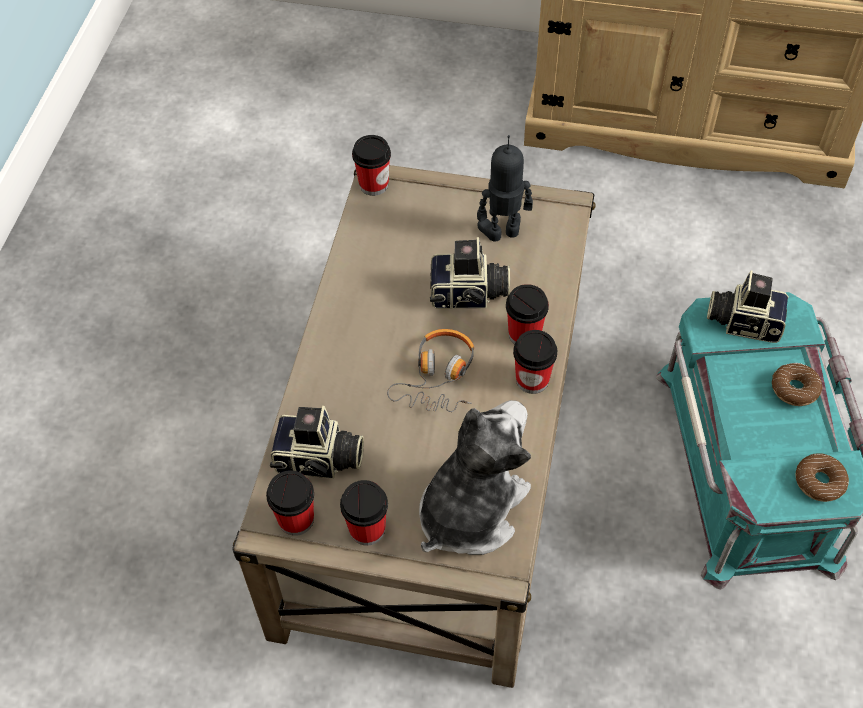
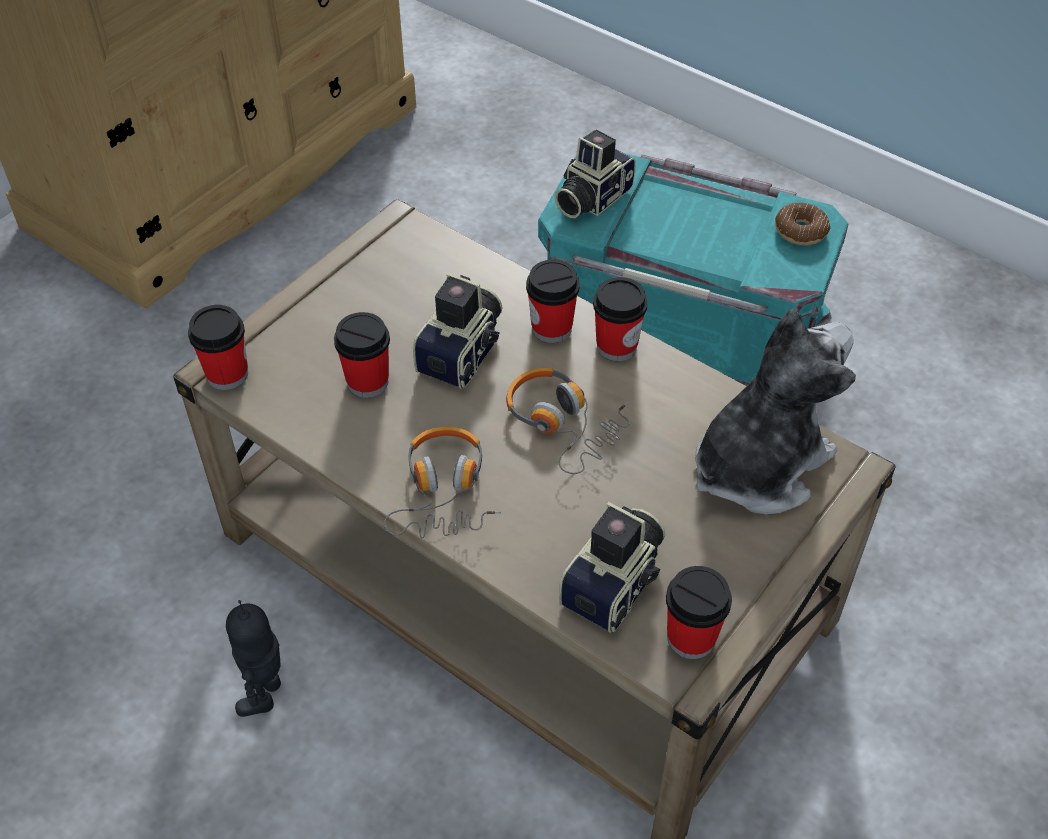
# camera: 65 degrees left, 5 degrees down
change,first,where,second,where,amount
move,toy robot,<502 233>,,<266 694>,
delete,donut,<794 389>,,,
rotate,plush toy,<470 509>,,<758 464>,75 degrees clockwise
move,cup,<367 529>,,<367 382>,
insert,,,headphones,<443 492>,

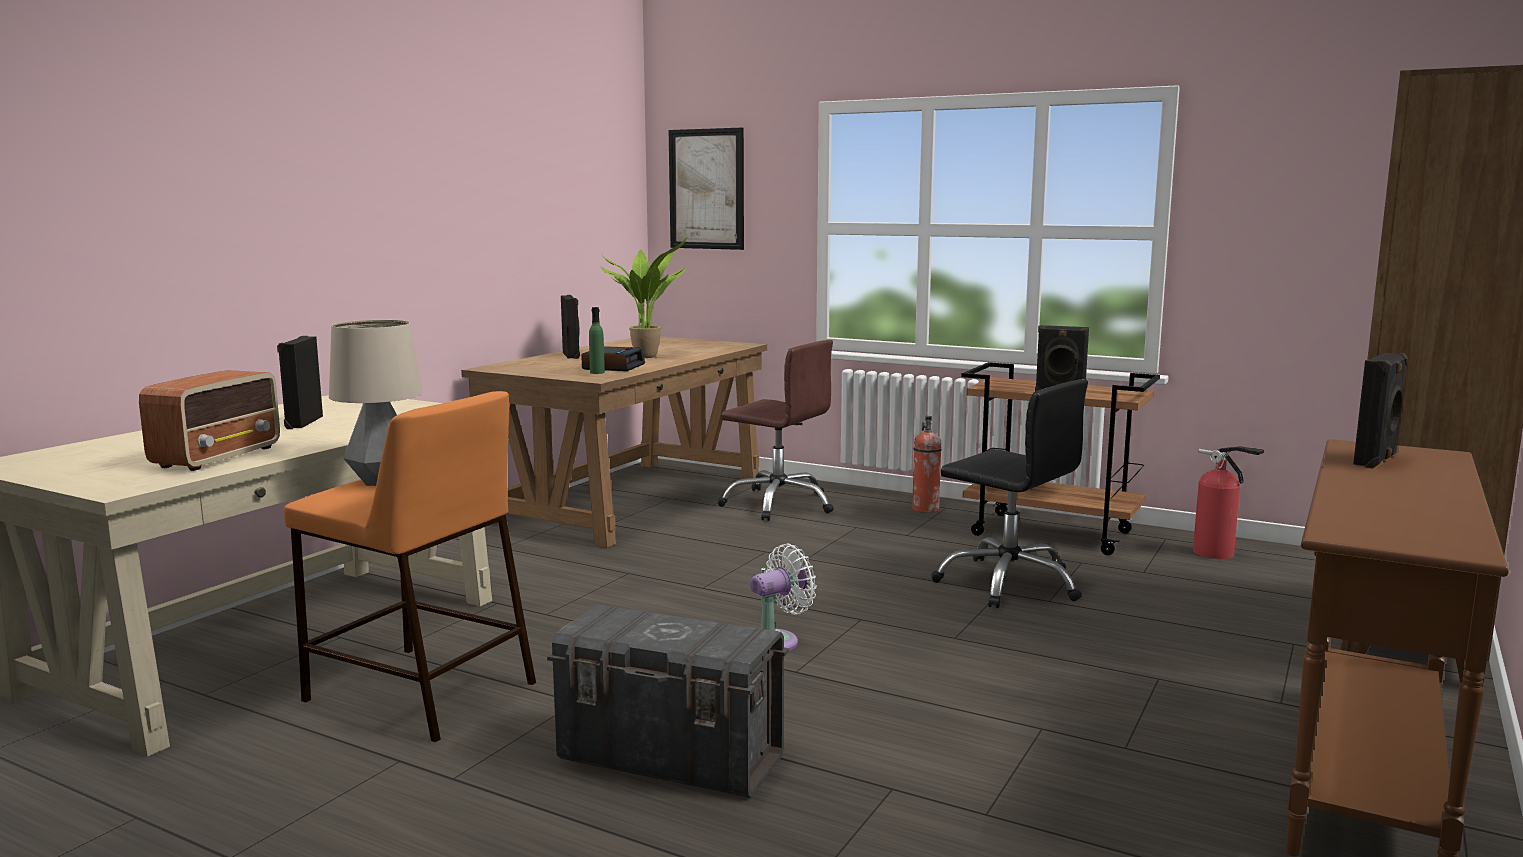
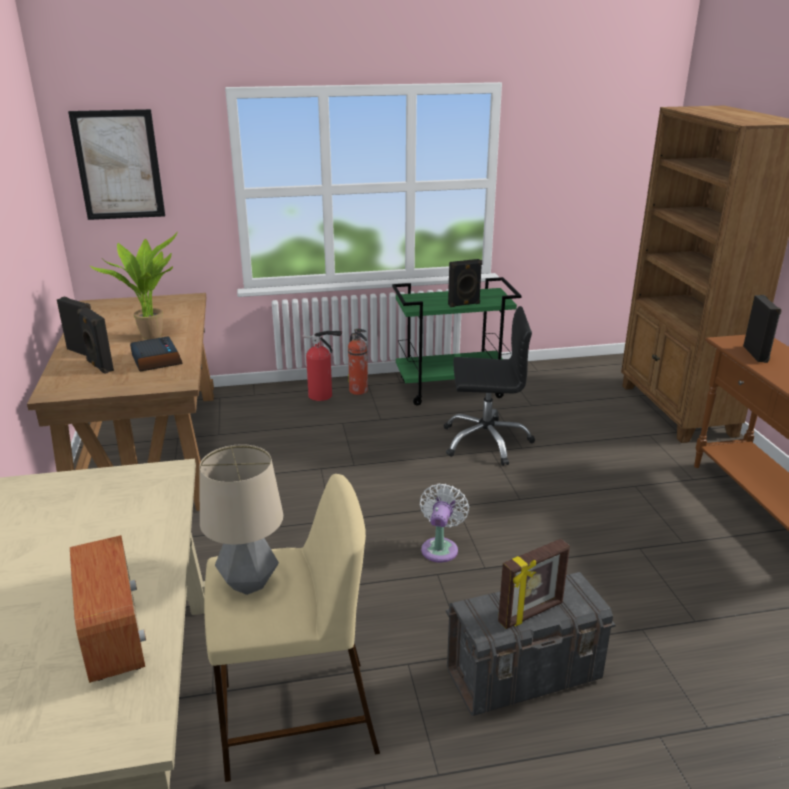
# camera: 40 degrees left, 15 degrees up
change,first,where,second,where,amount
delete,bottle (green),<597 372>,,,
move,speaker (black),<302 422>,,<99 366>,
delete,office chair (brown),<779 504>,,,
recolor,cart (brown),<1053 533>,cart (green),<452 389>,
recolor,stool (orange),<417 691>,stool (beige),<295 718>,
move,fire extinguisher,<1217 554>,,<323 396>,
insert,,,picture frame,<531 613>,

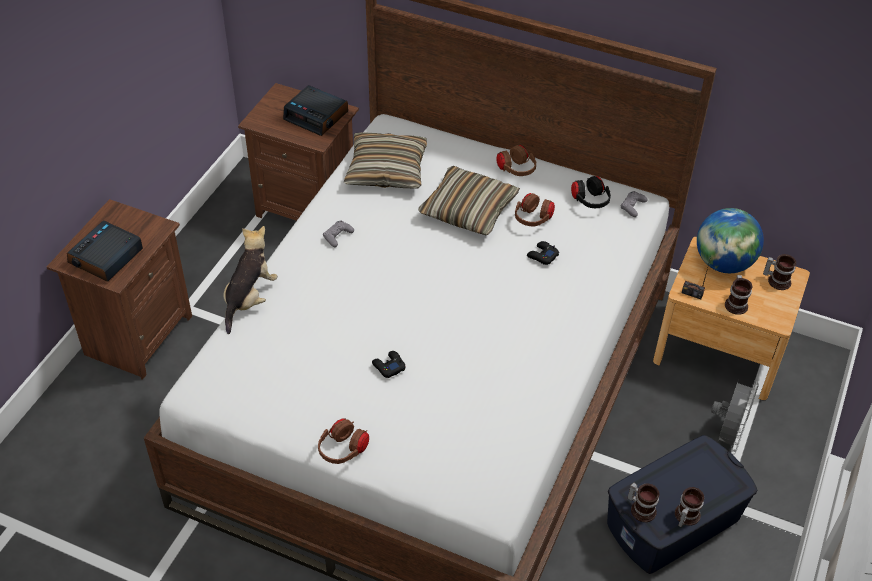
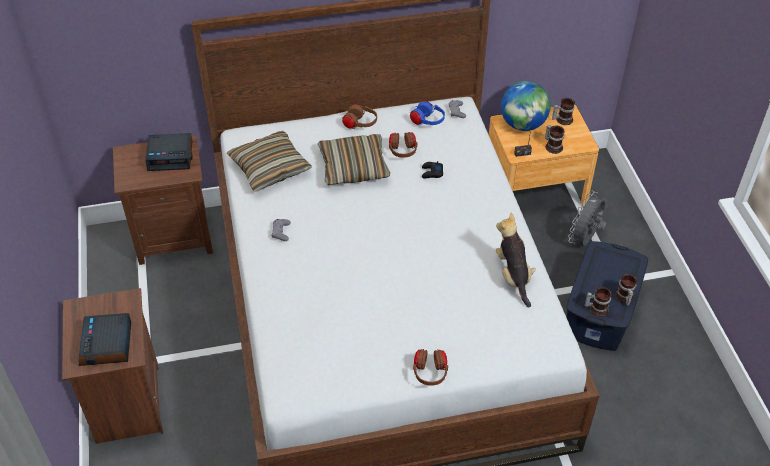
# camera: 35 degrees left, 0 degrees up
change,first,where,second,where,amount
recolor,headphones (black),<590 201>,headphones (blue),<427 122>,
move,plush toy,<249 299>,,<513 276>,
delete,game controller (black),<388 366>,,,
rotate,fan (grey),<726 436>,,<585 239>,135 degrees counterclockwise

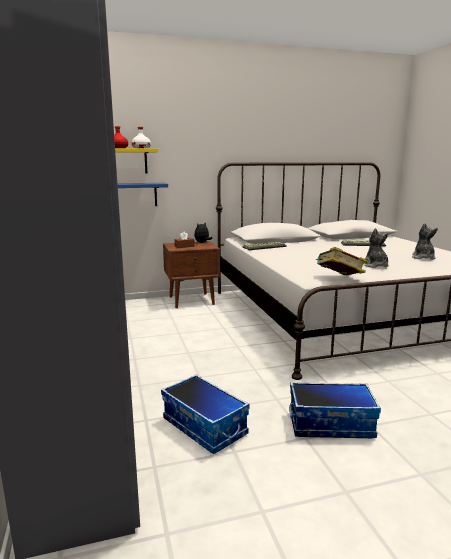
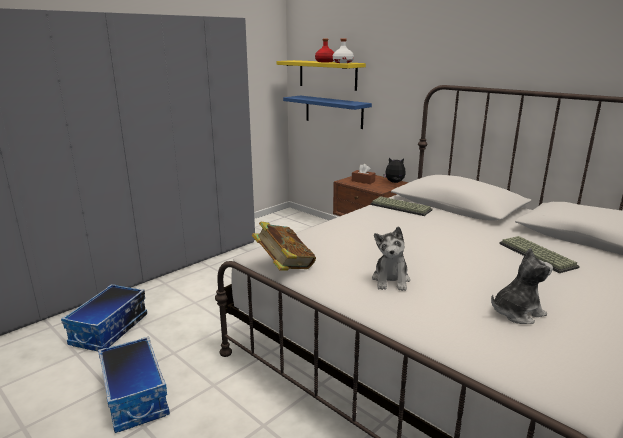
# camera: 60 degrees right, 5 degrees up
change,first,where,second,where,amount
rotate,plush toy,<375 265>,,<391 280>,135 degrees clockwise

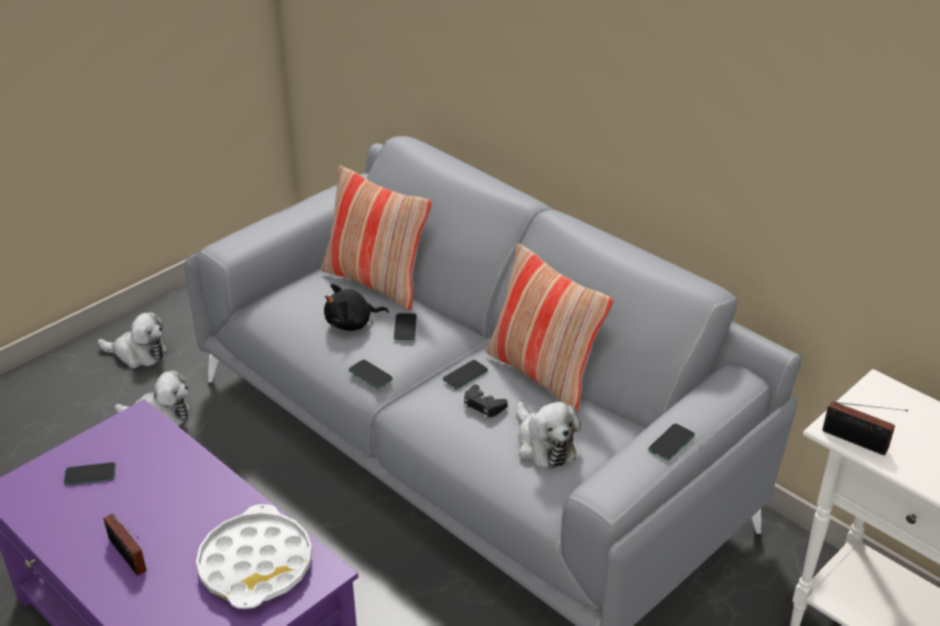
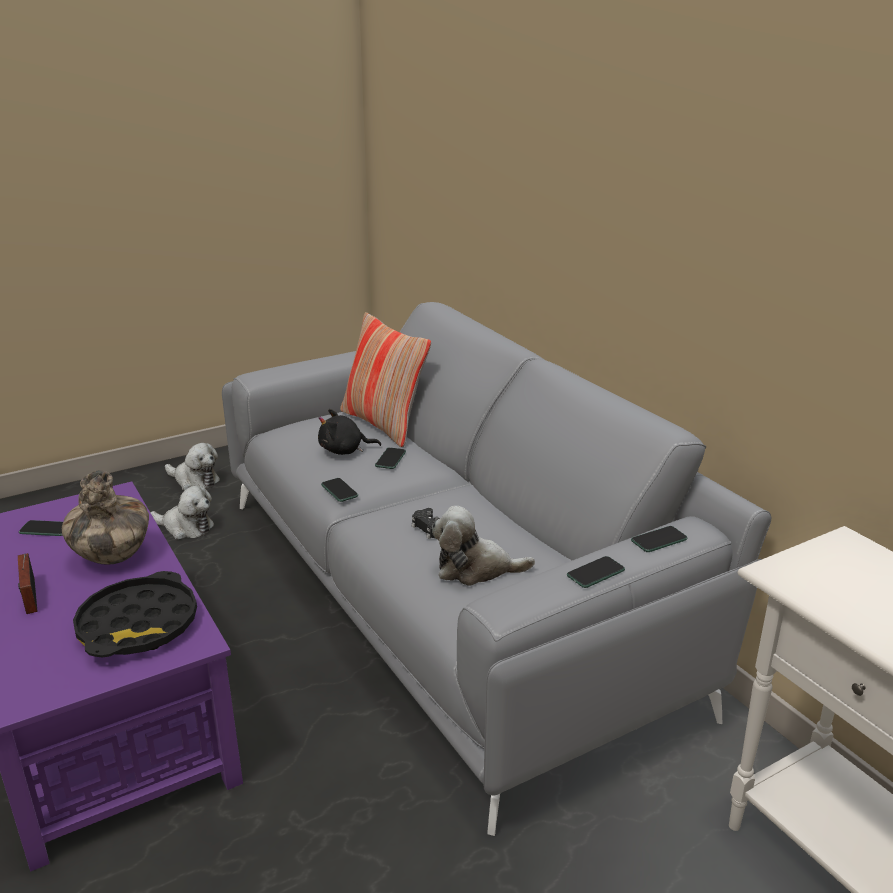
# camera: 15 degrees right, 10 degrees down
change,first,where,second,where,amount
delete,pillow,<543 374>,,,
move,phone,<465 375>,,<659 540>,
delete,radio,<858 442>,,,
rotate,plush toy,<543 444>,,<475 569>,105 degrees clockwise
recolor,tray (white),<256 565>,tray (black),<138 625>,
insert,,,vase,<113 557>,

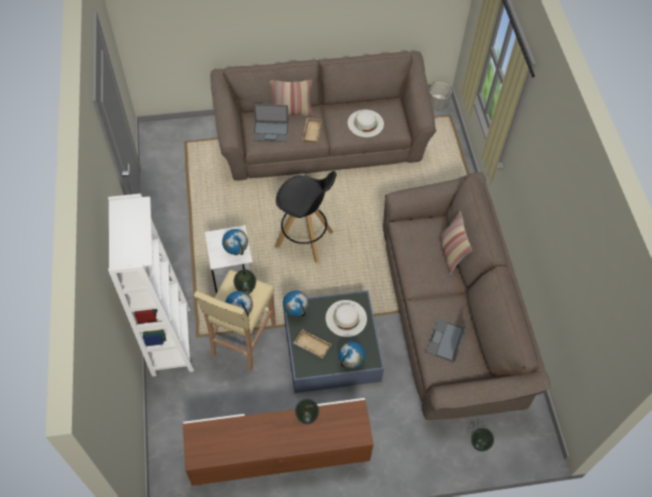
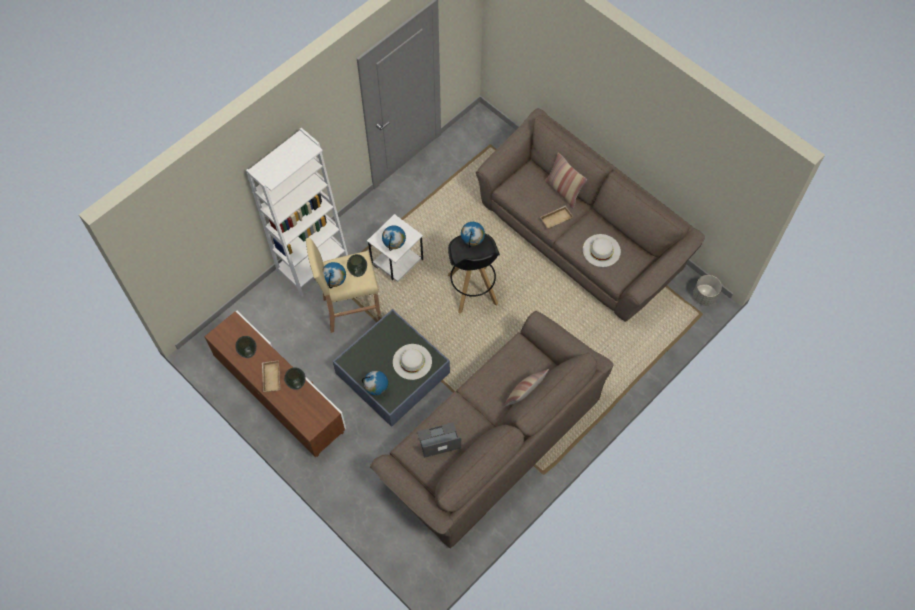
# camera: 55 degrees right, 5 degrees up
change,first,where,second,where,amount
delete,laptop,<271 131>,,,
move,globe,<296 312>,,<472 243>,
move,tray (beige),<311 346>,,<270 377>,
move,vase,<478 445>,,<248 353>,

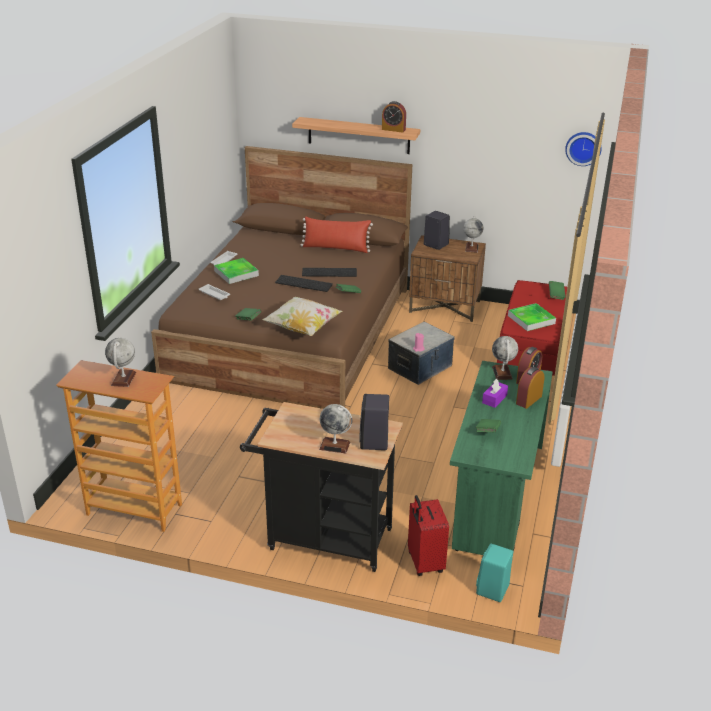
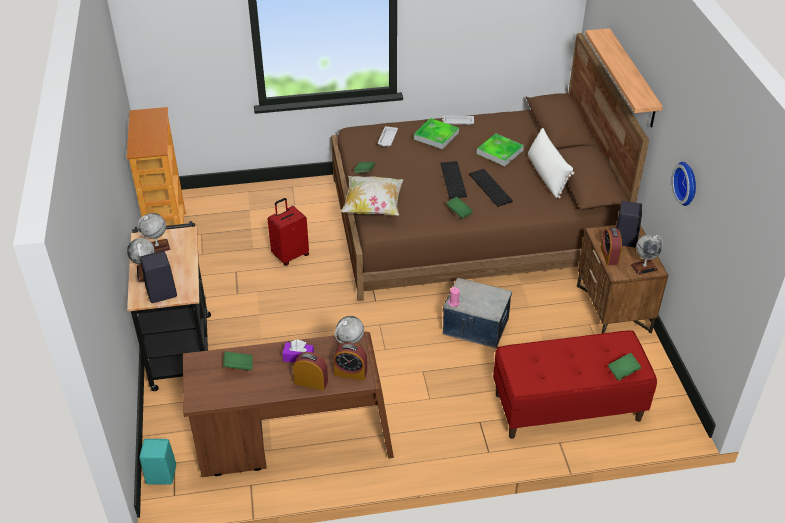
# camera: 65 degrees right, 10 degrees up
change,first,where,second,where,amount
move,alarm clock,<393 129>,,<609 256>,
move,wall clock,<583 148>,,<687 183>,
recolor,pillow (red),<336 248>,pillow (white),<546 175>,
move,tray,<531 319>,,<499 152>,
move,globe,<123 379>,,<157 247>,
recolor,desk (green),<495 495>,desk (brown),<294 442>,
move,suitcase (red),<424 563>,,<290 255>,

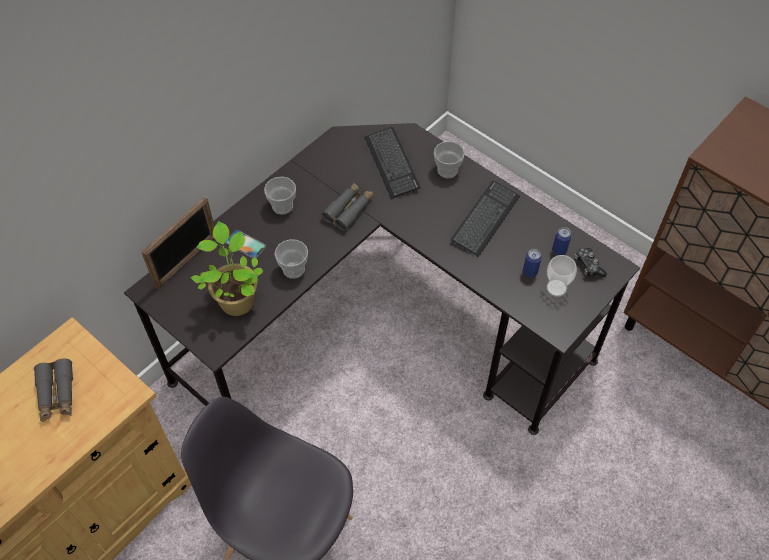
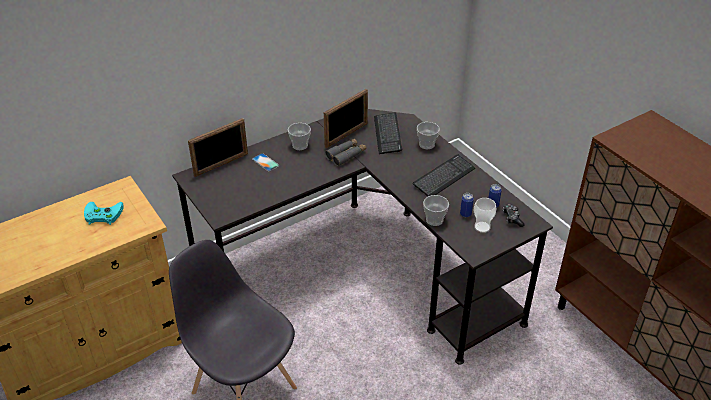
# camera: 15 degrees right, 15 degrees down
change,first,where,second,where,amount
delete,potted plant,<236 299>,,,
move,cup,<293 269>,,<434 220>,
replace,binoculars (grey),<57 394>,game controller (turquoise),<102 215>,
insert,,,picture frame,<346 135>,

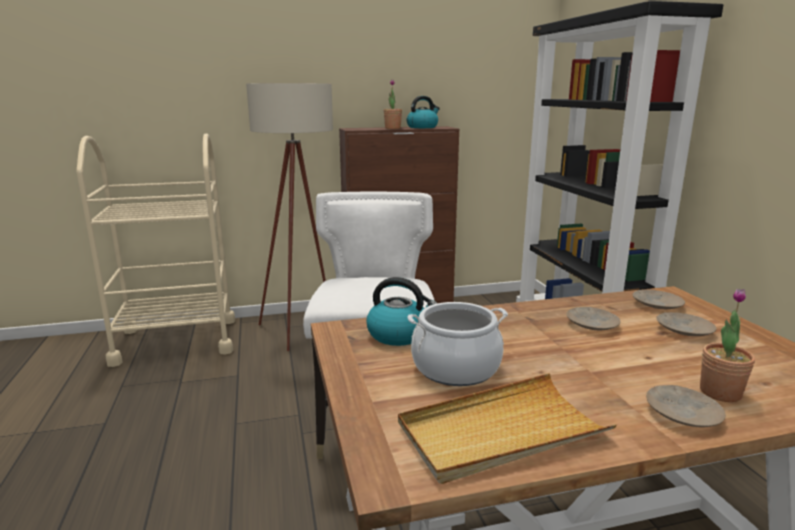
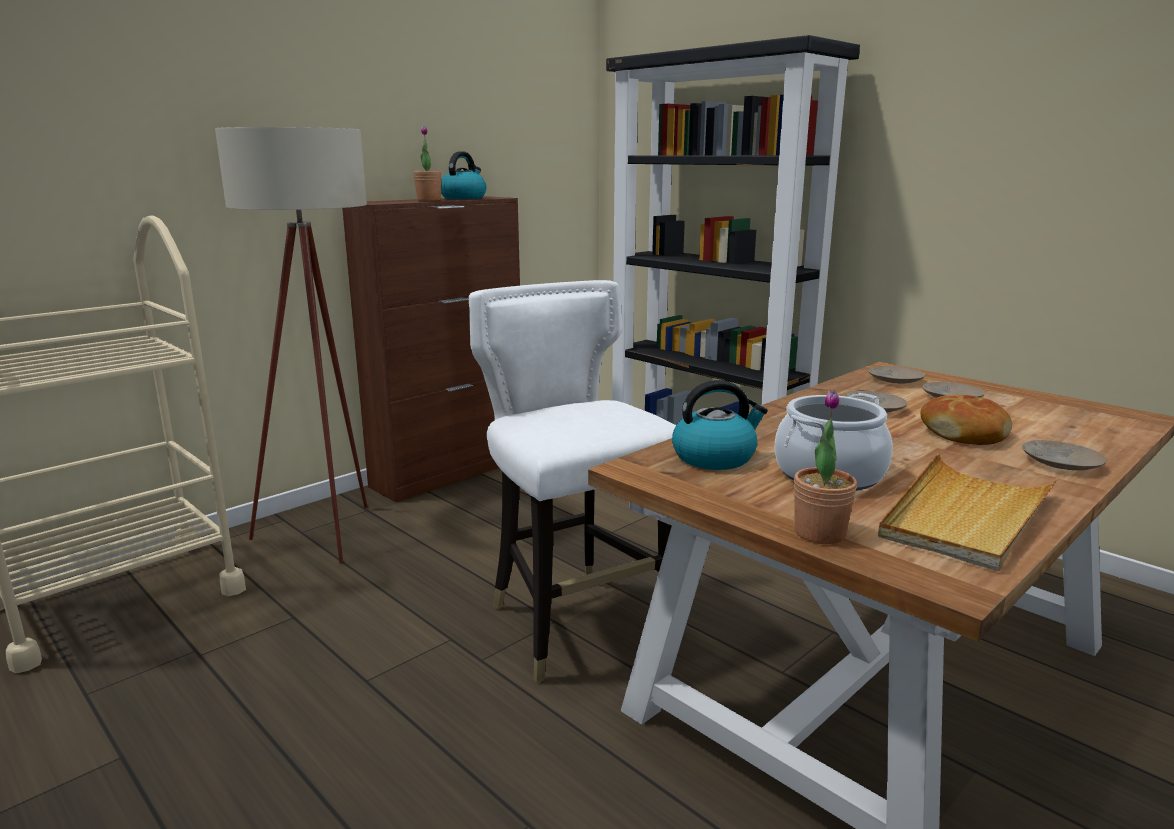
# camera: 30 degrees left, 0 degrees up
change,first,where,second,where,amount
move,potted plant,<720 392>,,<819 533>,
insert,,,bread,<964 433>,

